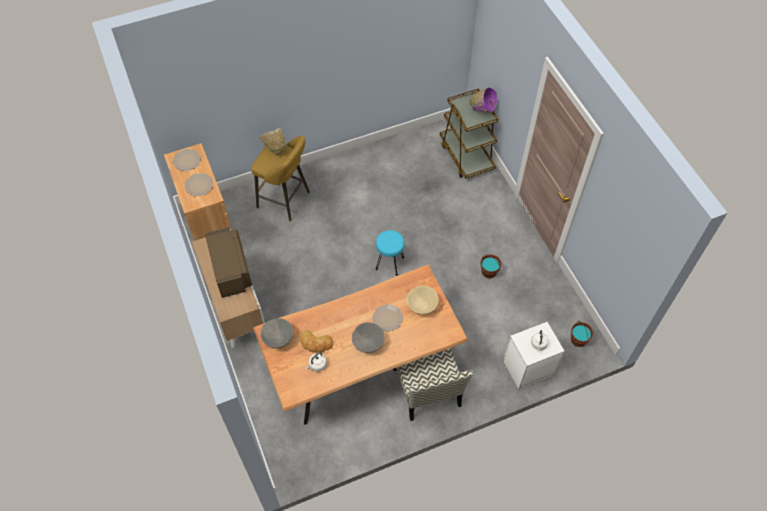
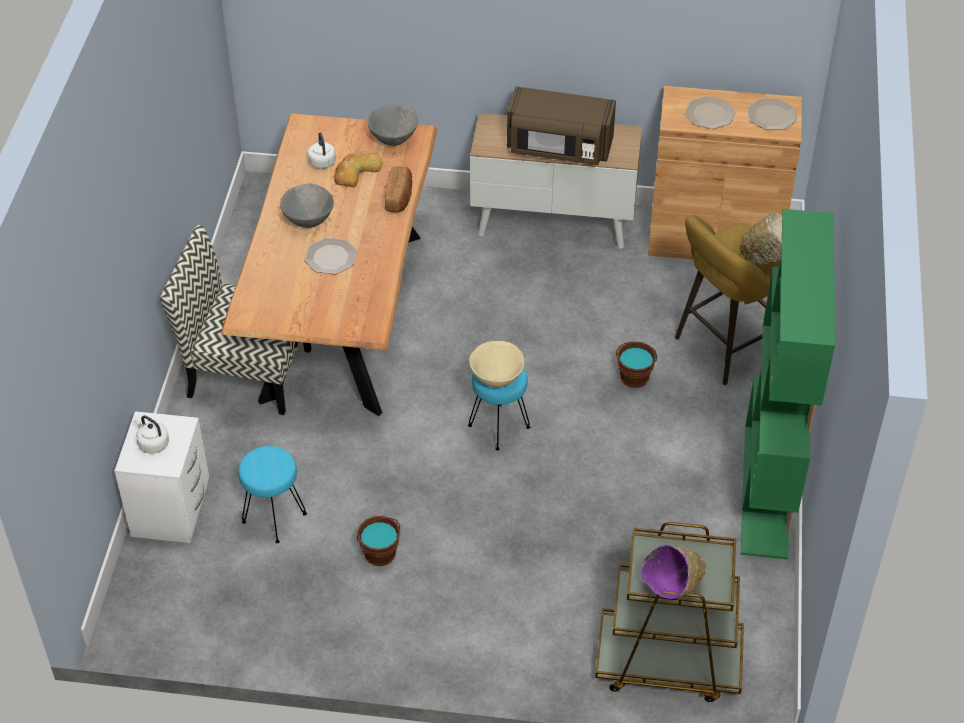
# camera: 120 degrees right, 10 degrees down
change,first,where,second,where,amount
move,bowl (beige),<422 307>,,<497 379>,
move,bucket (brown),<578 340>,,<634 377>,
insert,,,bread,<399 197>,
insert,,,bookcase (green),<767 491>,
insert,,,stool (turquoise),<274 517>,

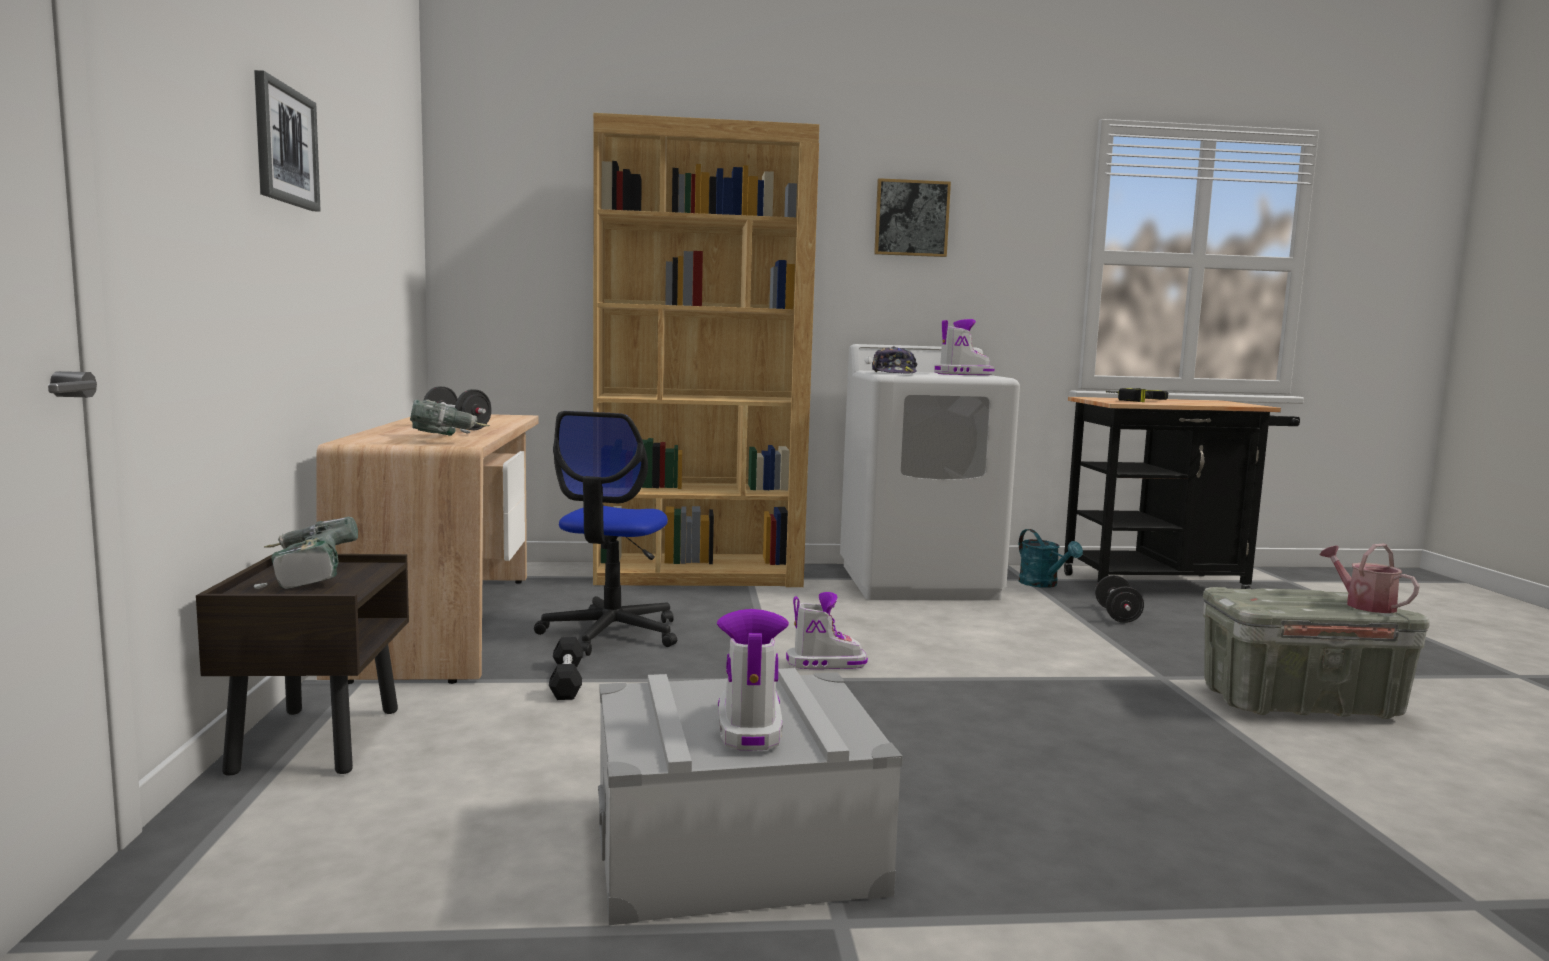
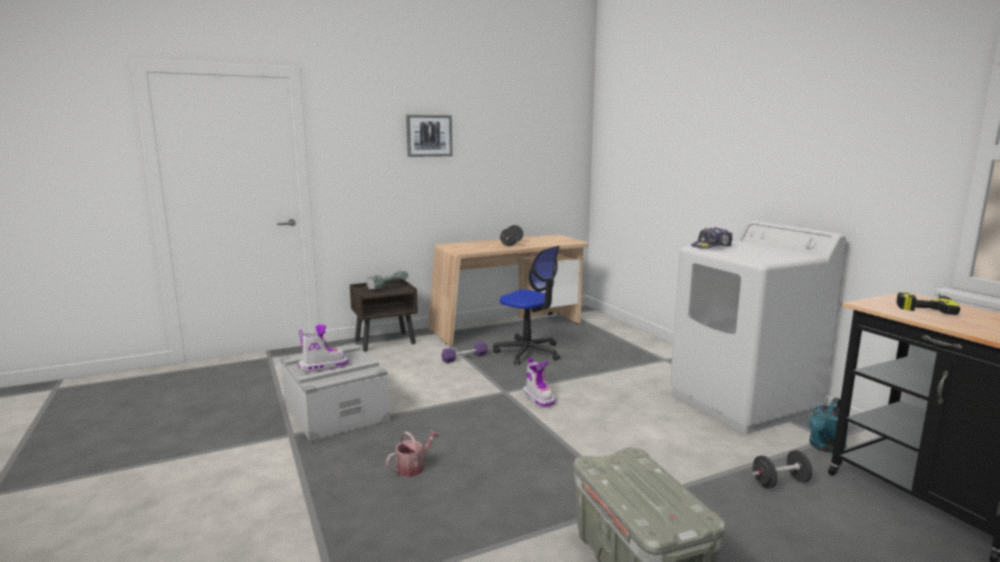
# camera: 70 degrees right, 5 degrees up
change,first,where,second,where,amount
delete,bookcase (brown),<699 575>,,,
delete,picture,<911 218>,,,
delete,boot,<962 374>,,,
delete,power drill,<446 439>,,,
rotate,office chair,<611 634>,,<528 352>,135 degrees counterclockwise
move,watering can,<1364 605>,,<413 467>,
recolor,dumbbell (black),<567 680>,dumbbell (purple),<464 358>,

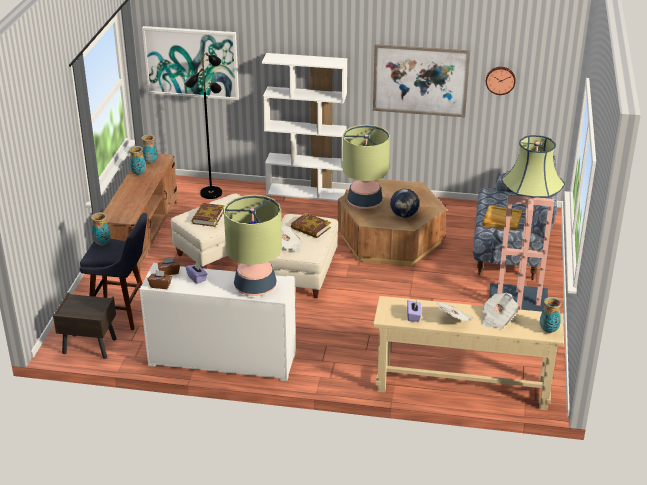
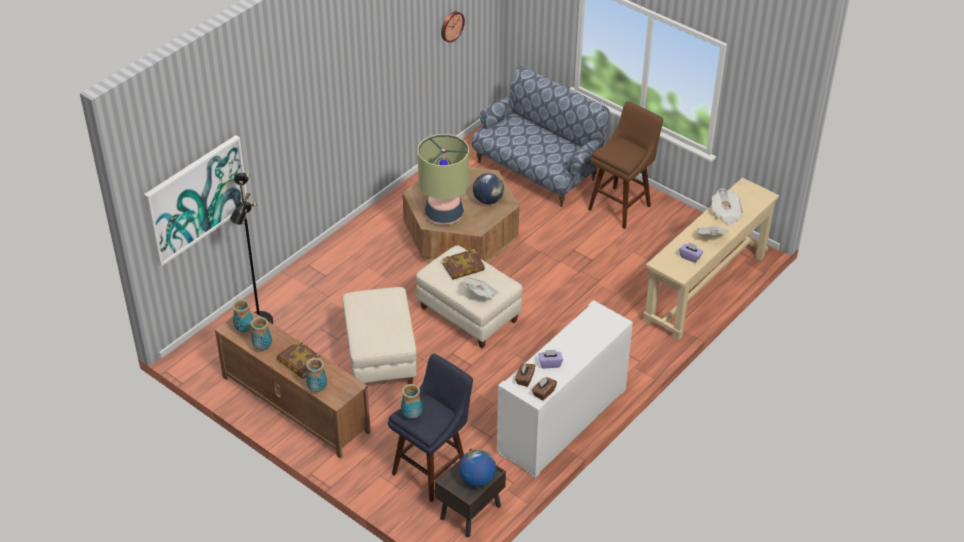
# camera: 60 degrees left, 10 degrees up
change,first,where,second,where,amount
delete,picture,<420 80>,,,
delete,bookcase (white),<306 192>,,,
replace,floor lamp,<518 305>,stool (brown),<622 205>,
delete,table lamp,<255 287>,,,
move,book,<208 217>,,<300 362>,
delete,tray (beige),<501 220>,,,
move,vase,<548 330>,,<317 389>,
insert,,,globe,<477 480>,

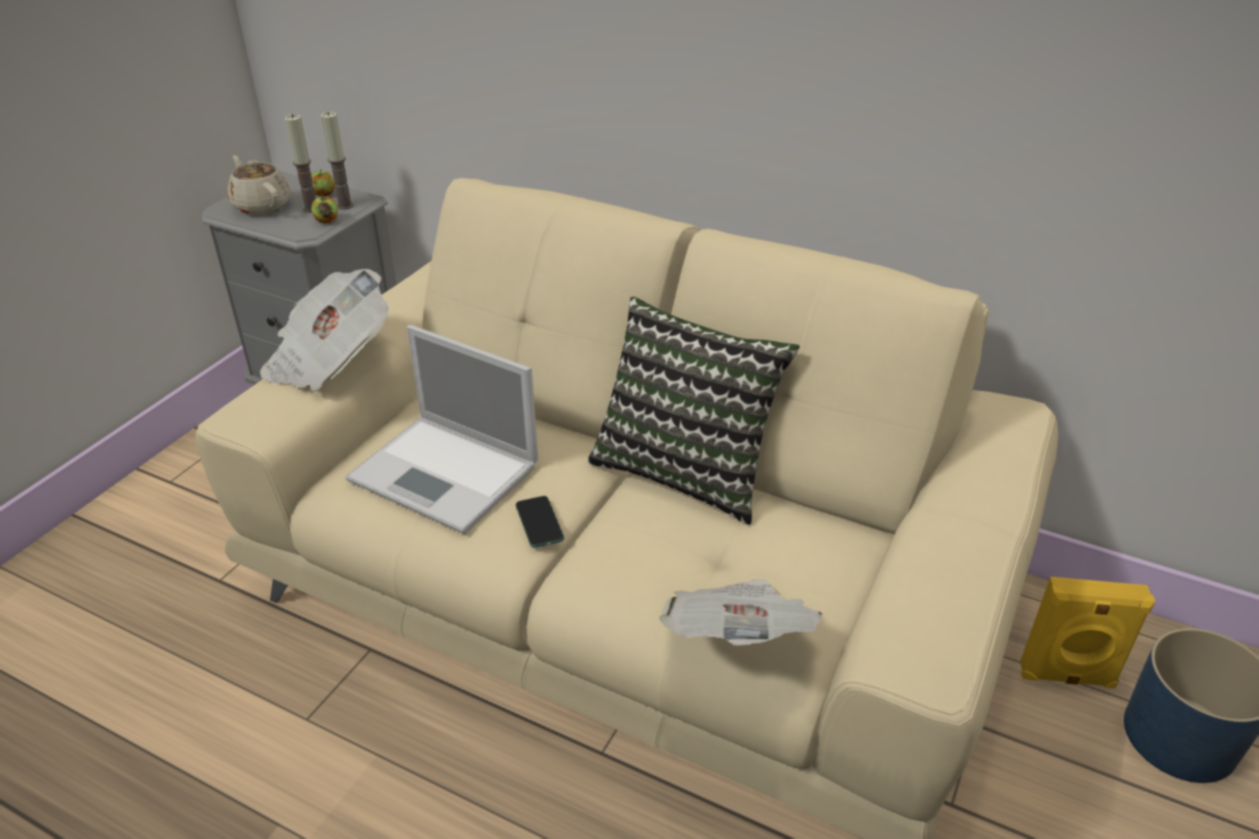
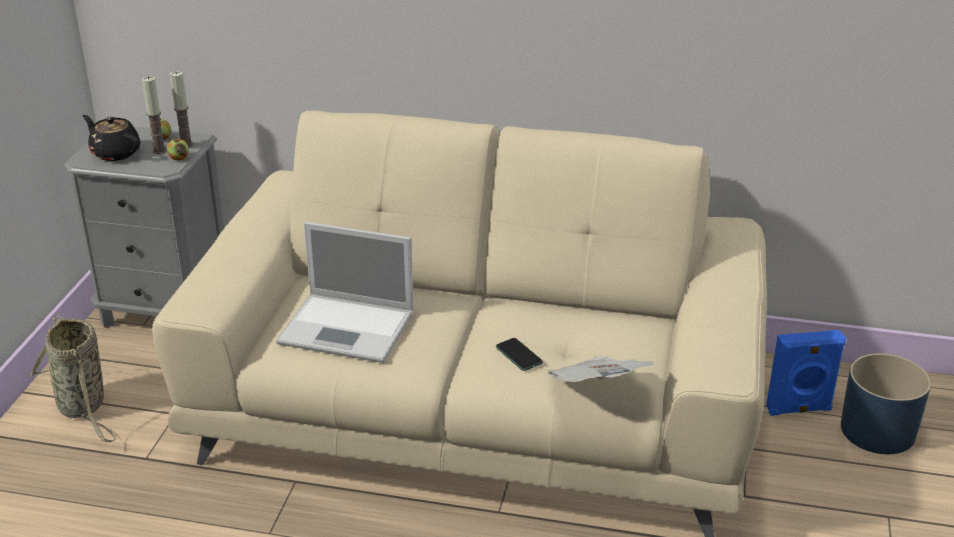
# camera: 15 degrees left, 5 degrees down
change,first,where,second,where,amount
recolor,teapot (beige),<262 205>,teapot (black),<115 153>,
delete,newspaper,<329 360>,,,
delete,pillow,<686 469>,,,
move,phone,<539 522>,,<519 355>,
recolor,speaker (yellow),<1067 677>,speaker (blue),<799 410>,
insert,,,basket,<83 407>,

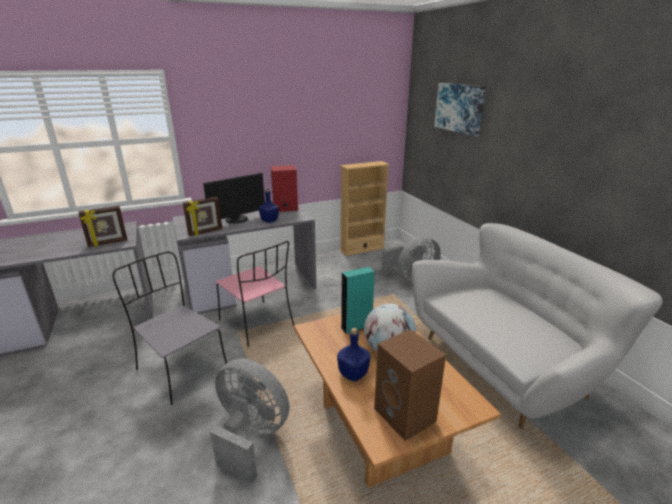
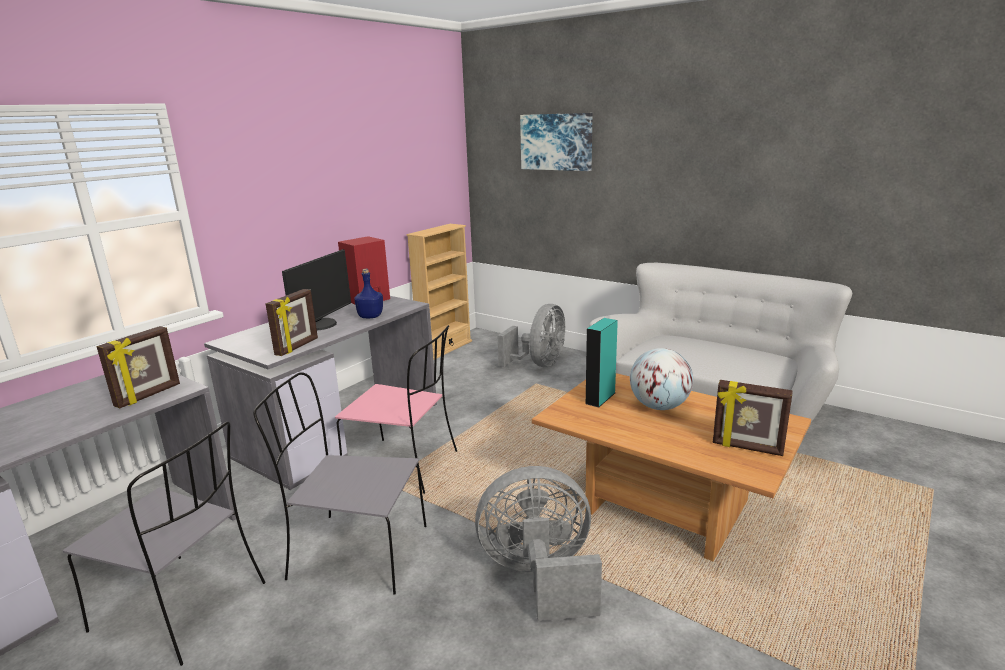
# camera: 30 degrees left, 5 degrees down
change,first,where,second,where,amount
delete,bottle (blue),<352 373>,,,
replace,speaker (brown),<406 415>,picture frame,<747 448>,
insert,,,chair (grey),<183 607>,

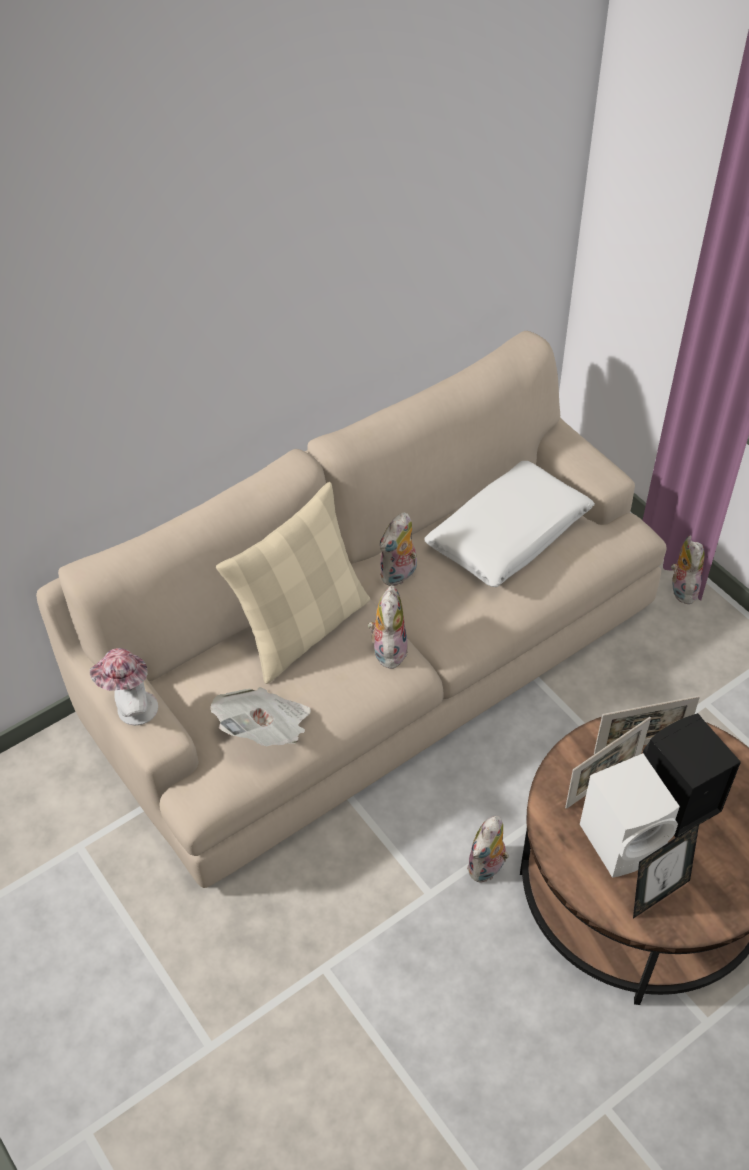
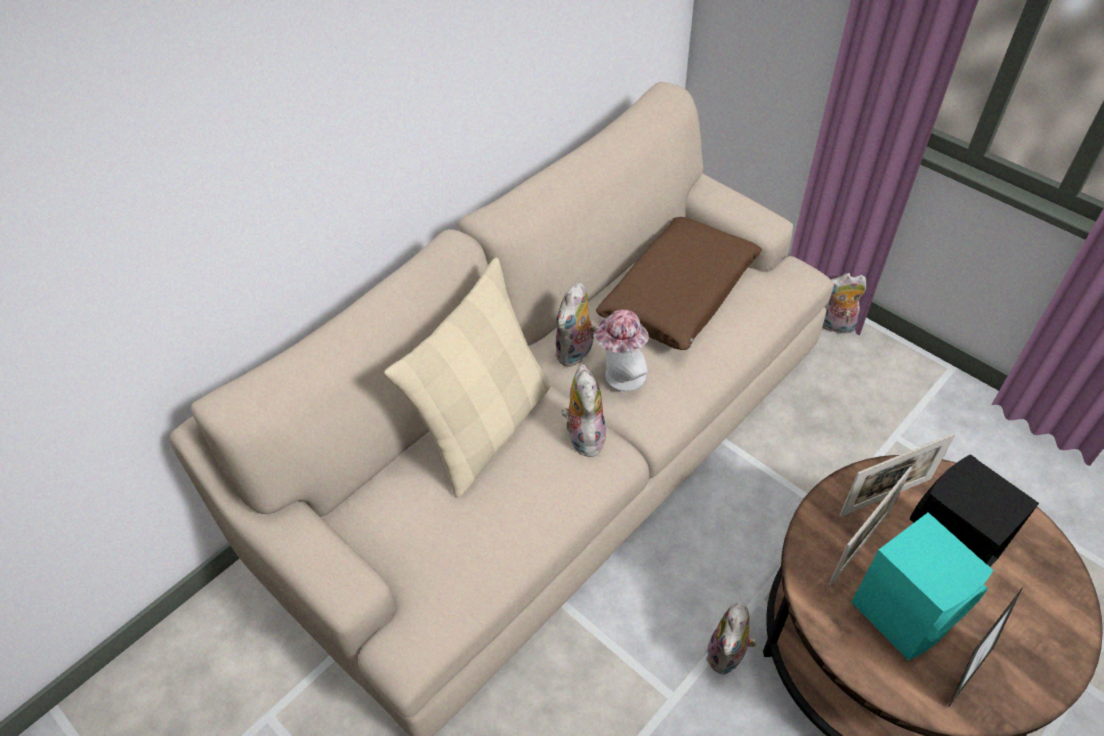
# camera: 10 degrees left, 0 degrees up
change,first,where,second,where,amount
recolor,pillow (white),<509 535>,pillow (brown),<679 294>,
rotate,plush toy,<682 588>,,<836 326>,75 degrees counterclockwise
move,hat,<131 710>,,<620 378>,
delete,newspaper,<266 730>,,,
recolor,speaker (white),<624 840>,speaker (turquoise),<905 611>,

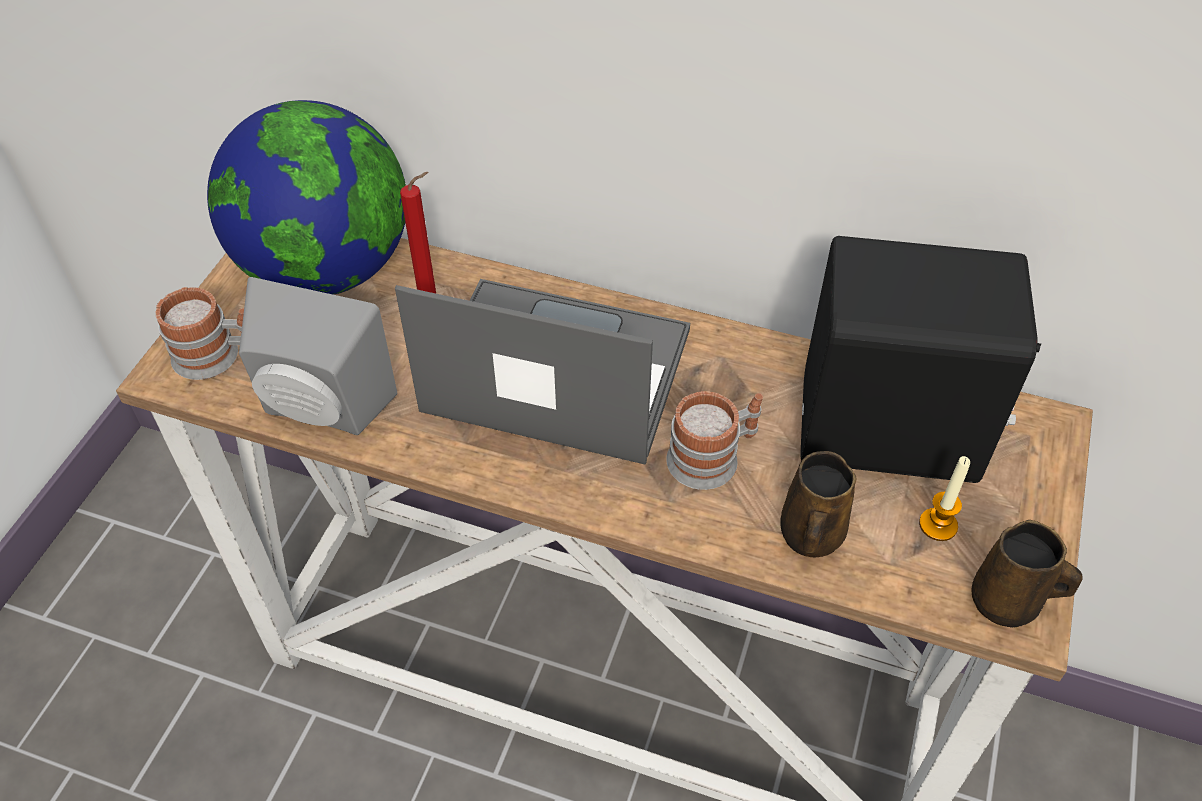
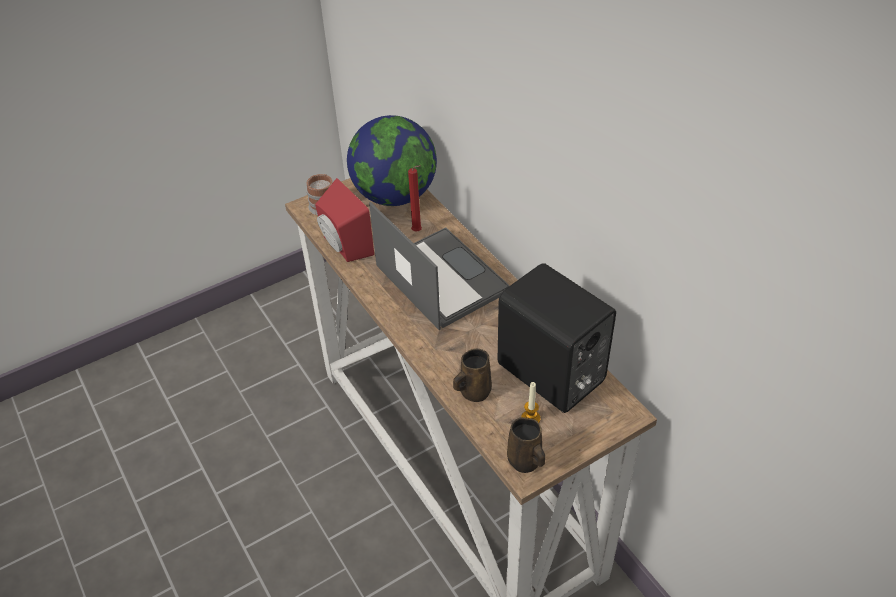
# camera: 40 degrees right, 5 degrees down
change,first,where,second,where,amount
recolor,speaker (grey),<321 410>,speaker (red),<343 246>,
delete,mug,<713 457>,,,

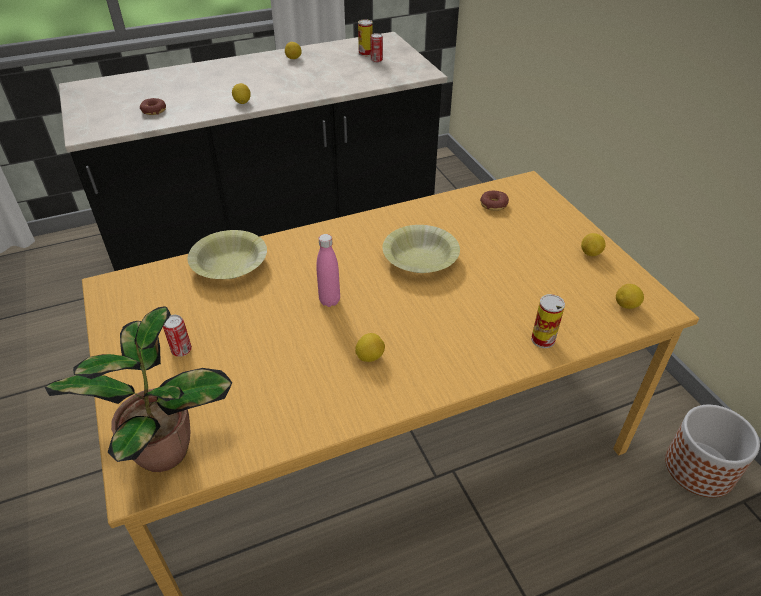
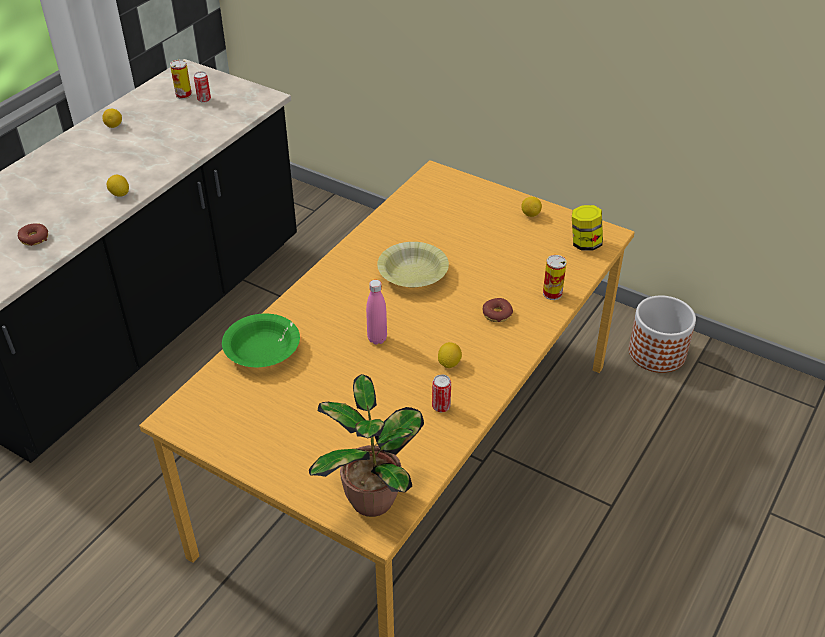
# camera: 35 degrees left, 0 degrees up
change,first,where,second,where,amount
move,donut,<493 205>,,<497 314>,
recolor,bowl (yellow),<230 265>,bowl (green),<262 350>,
replace,lemon,<626 305>,jar,<585 243>,
move,can,<181 350>,,<441 406>,

